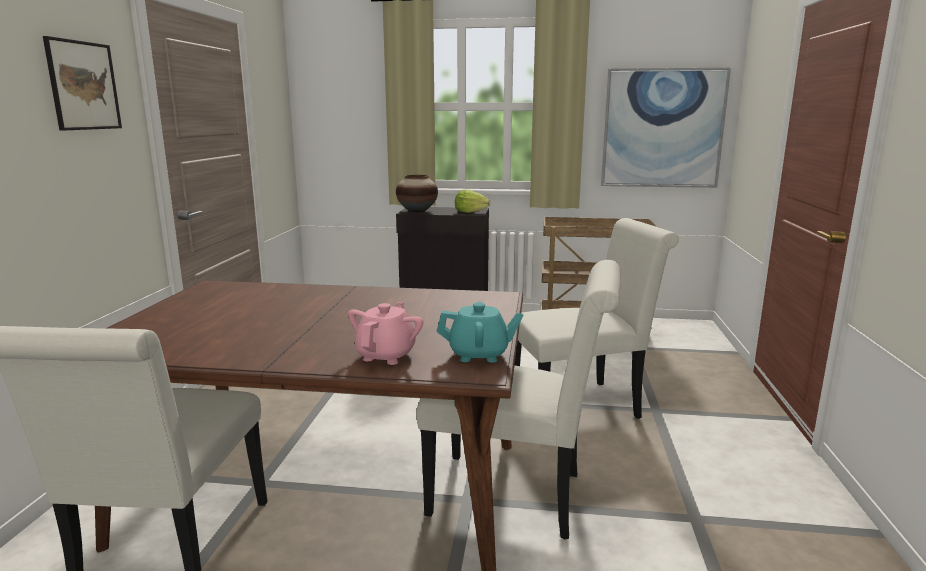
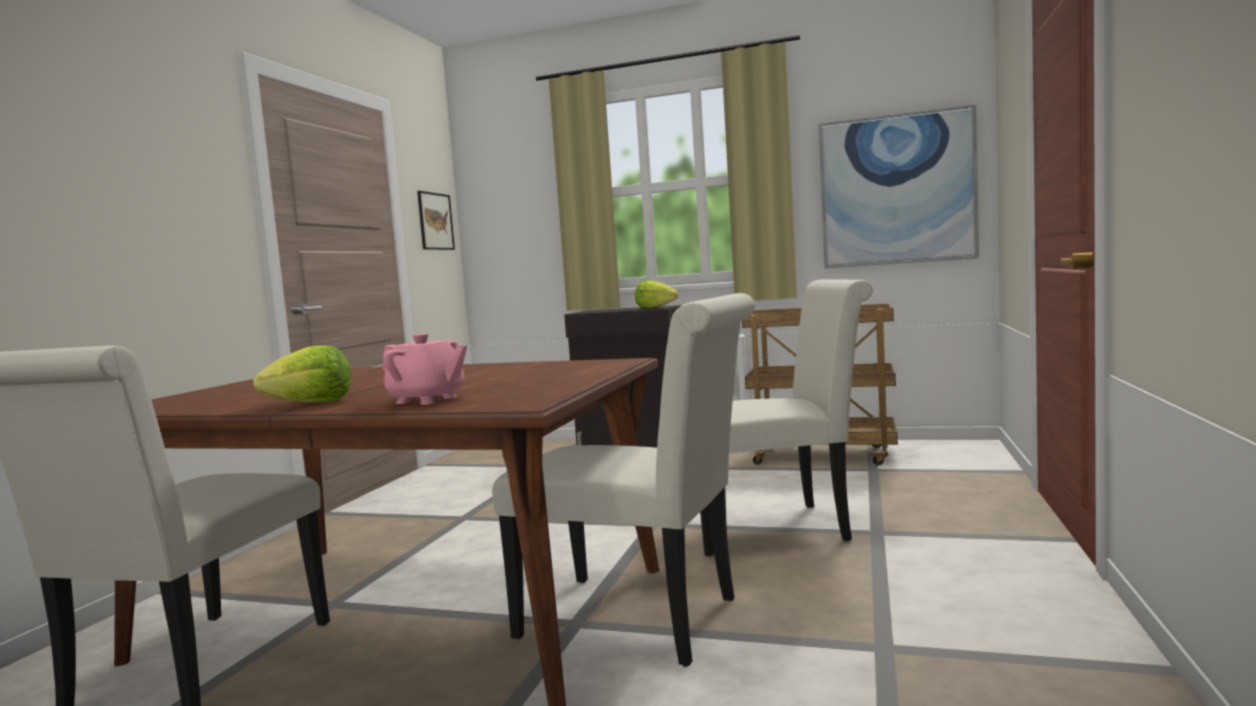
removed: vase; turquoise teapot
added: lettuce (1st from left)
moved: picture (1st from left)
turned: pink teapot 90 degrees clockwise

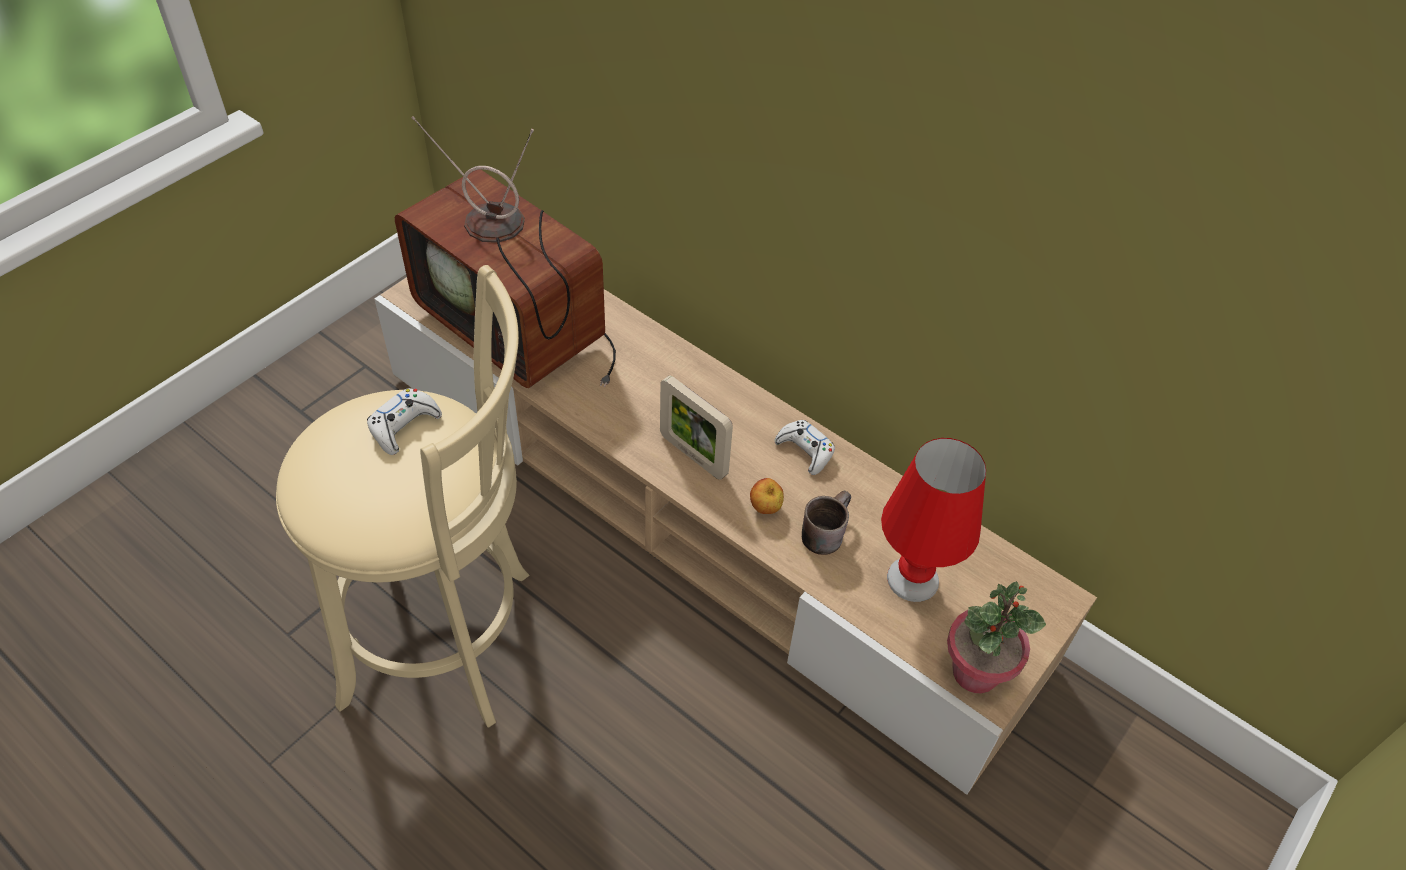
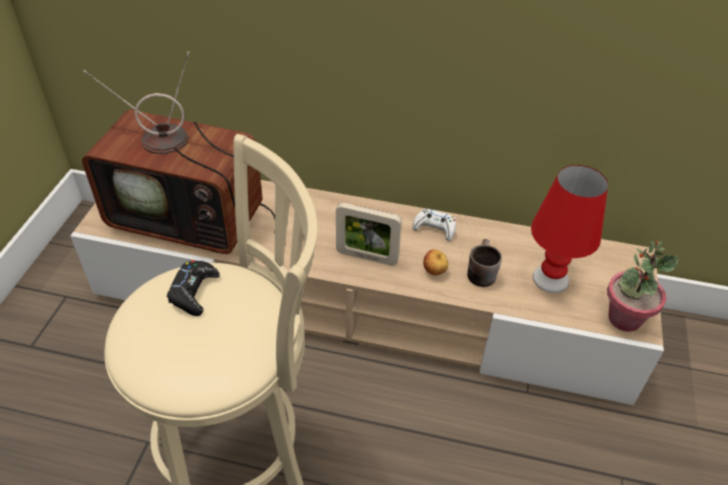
recoloured: white game controller (1st from left) to black game controller

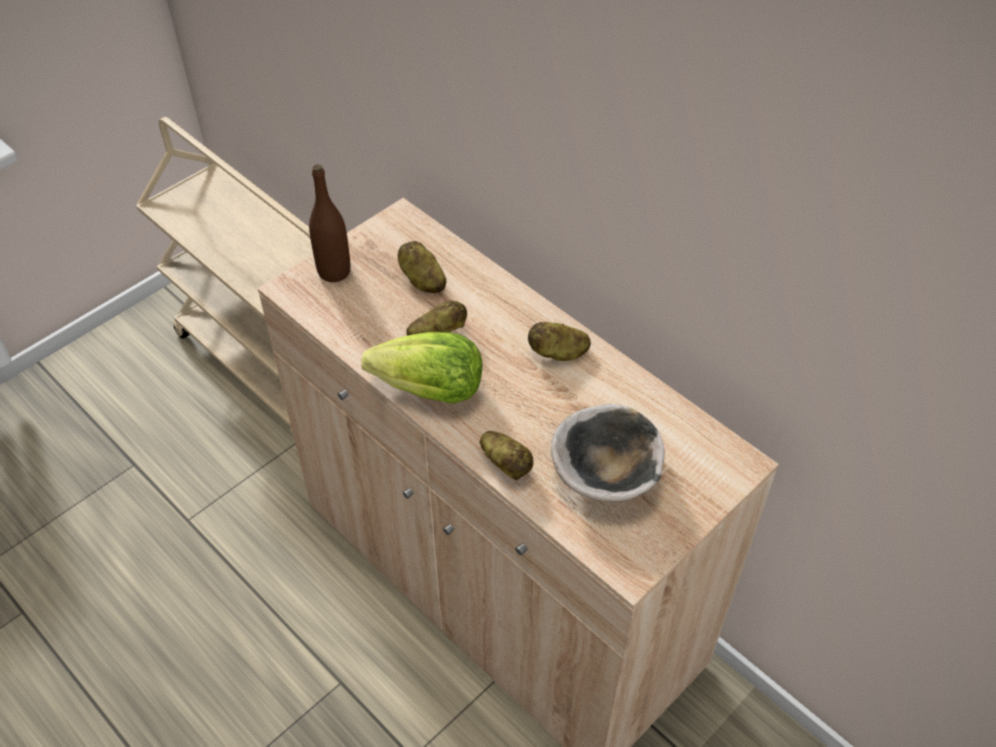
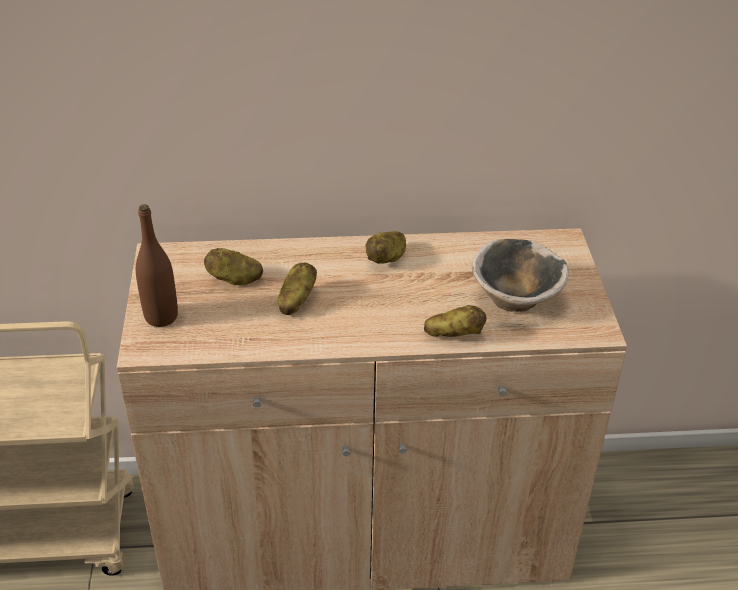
removed: lettuce

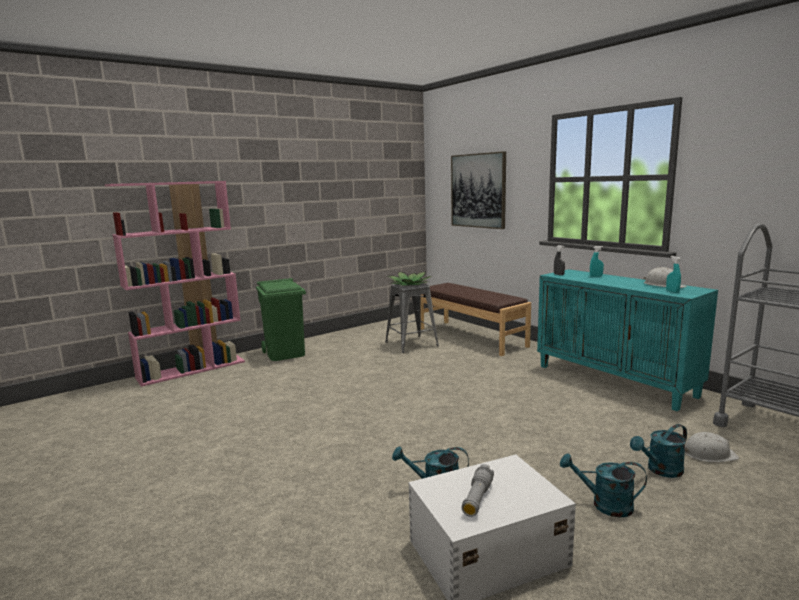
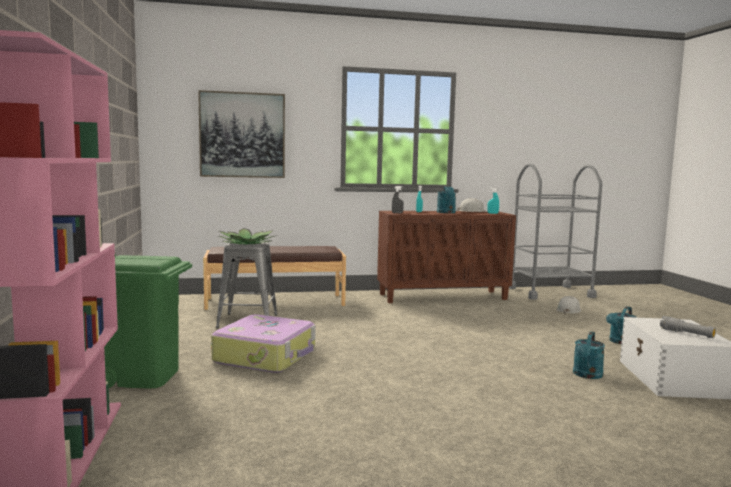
added: suitcase
moved: turquoise watering can (3rd from left in the first image) to turquoise watering can (1st from left)
recoloured: turquoise cabinet to brown cabinet

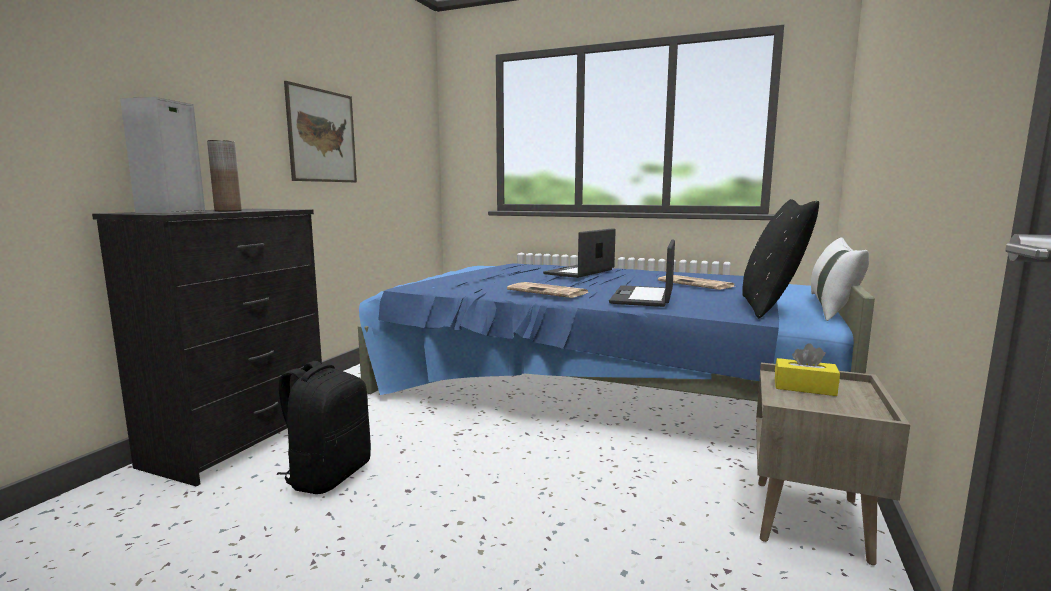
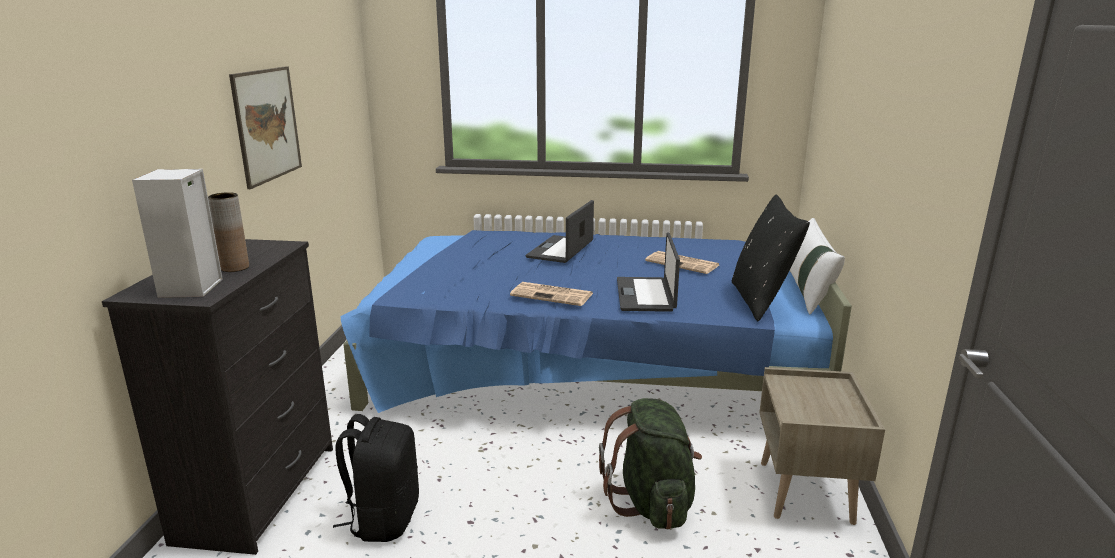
removed: yellow tissue box
added: green backpack

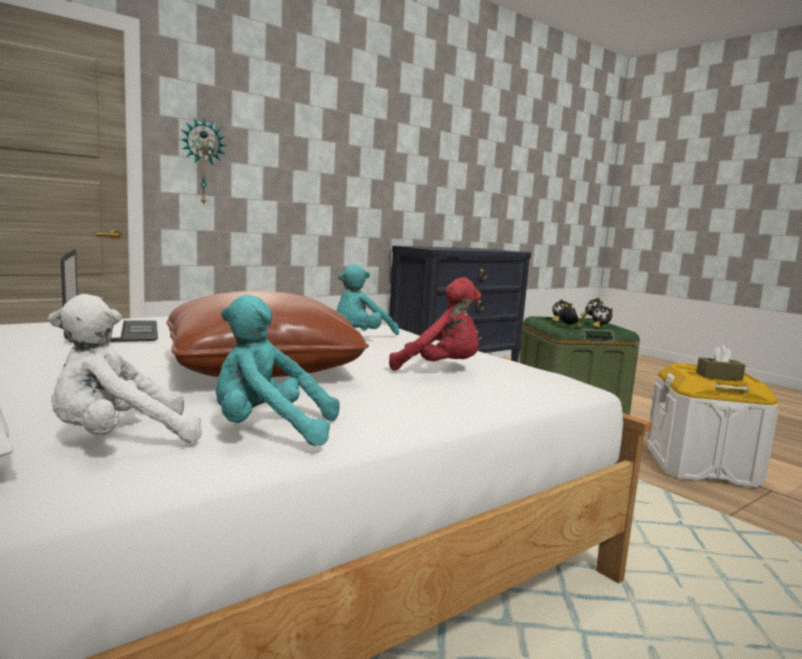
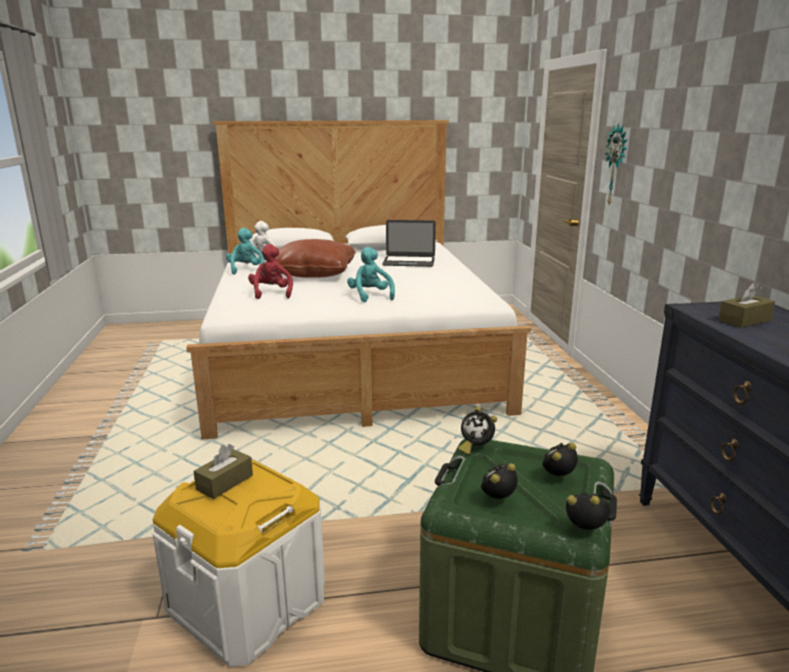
added: brown tissue box (2nd from left)
turned: turquoise plush toy (1st from left) 45 degrees counterclockwise; red plush toy 120 degrees clockwise

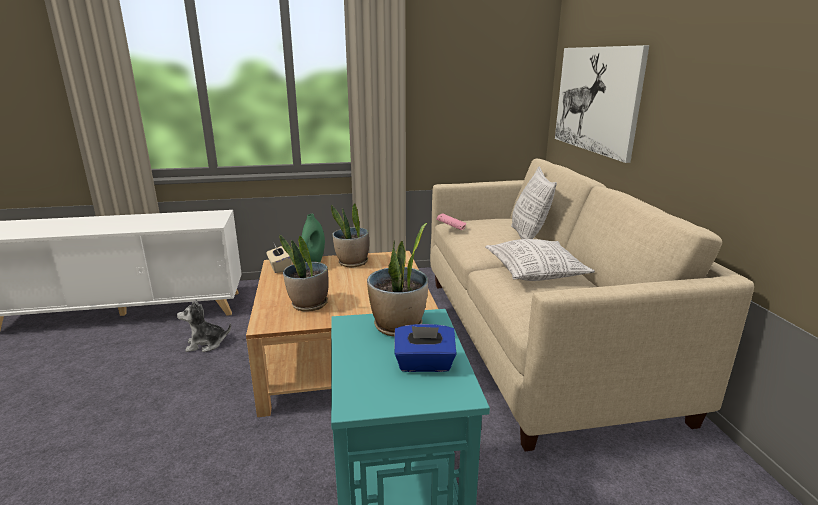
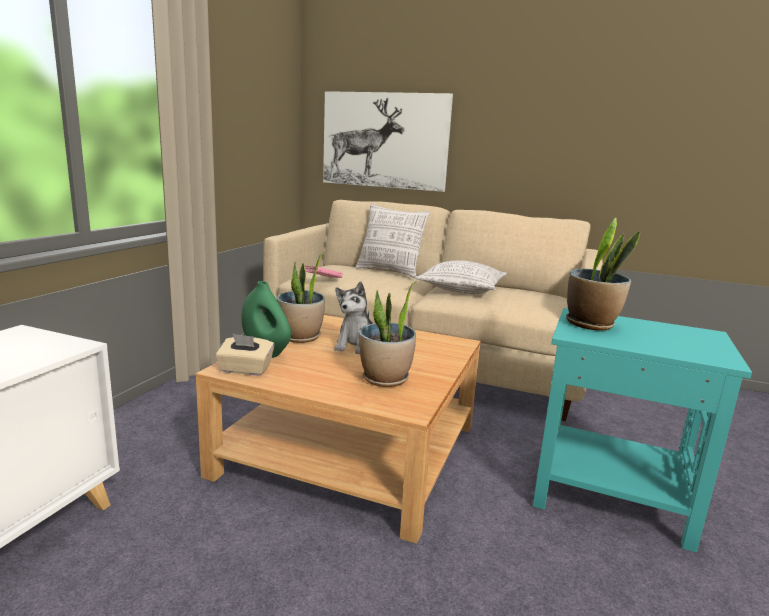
removed: blue tissue box
moved: plush toy

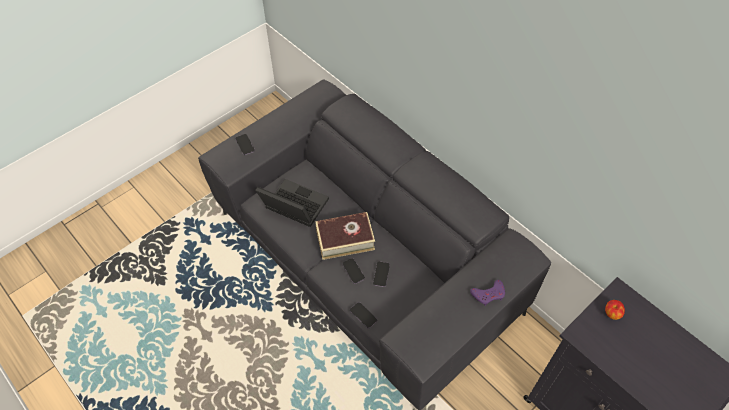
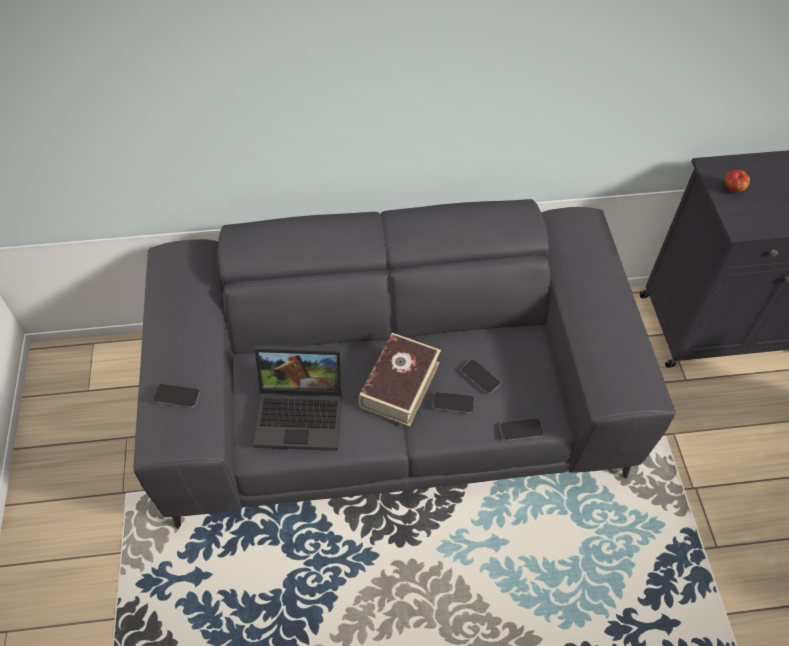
removed: purple game controller
turned: laptop 150 degrees counterclockwise

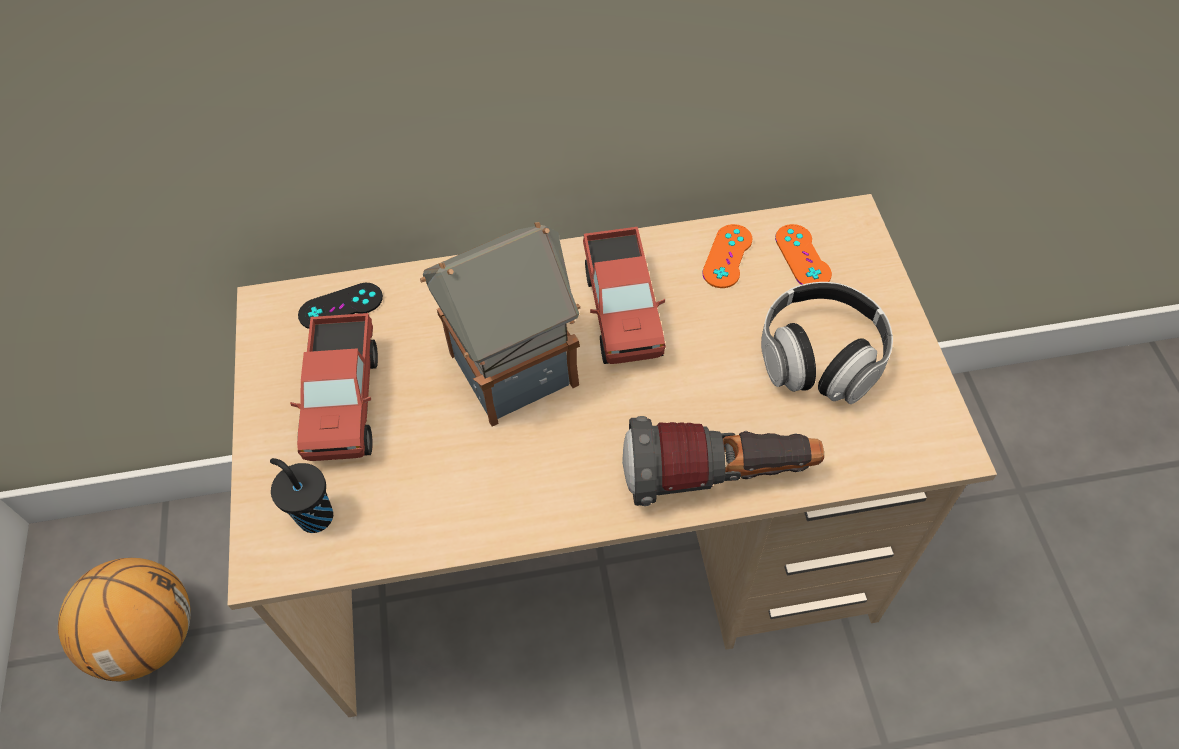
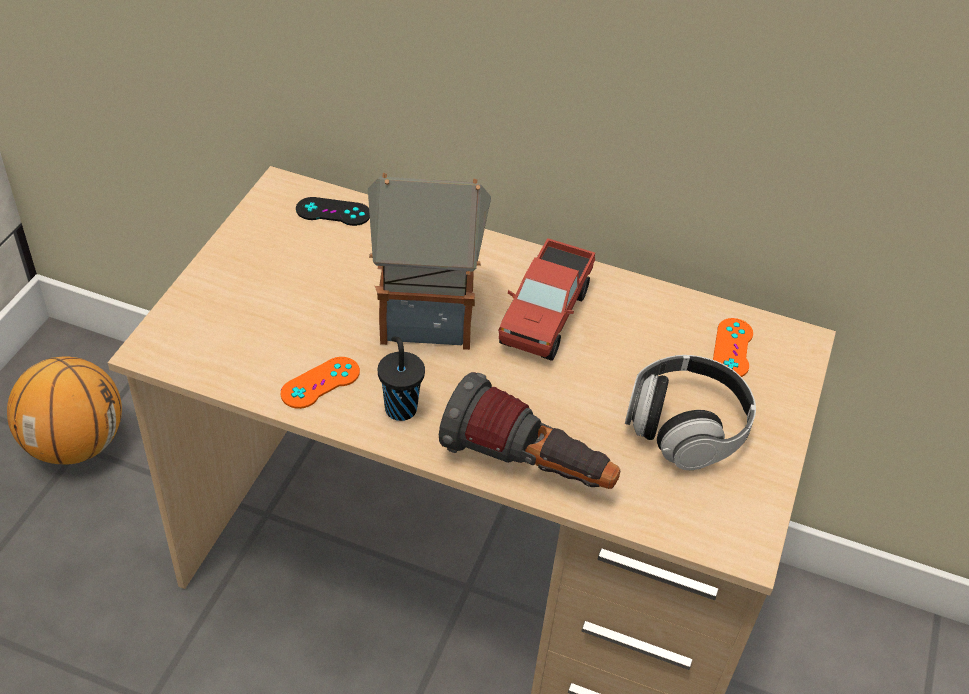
removed: toy truck (1st from left)
moved: black cup; orange game controller (1st from left)

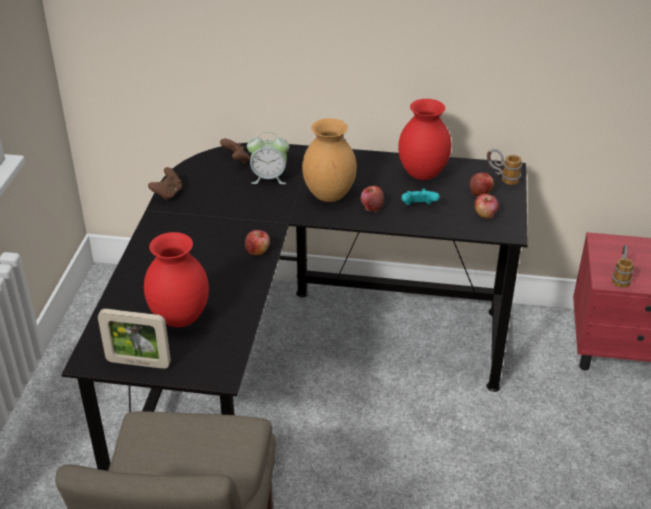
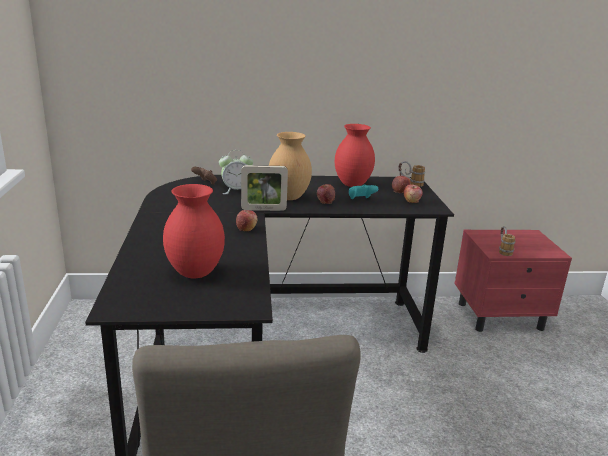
removed: brown game controller (1st from left)
moved: picture frame

